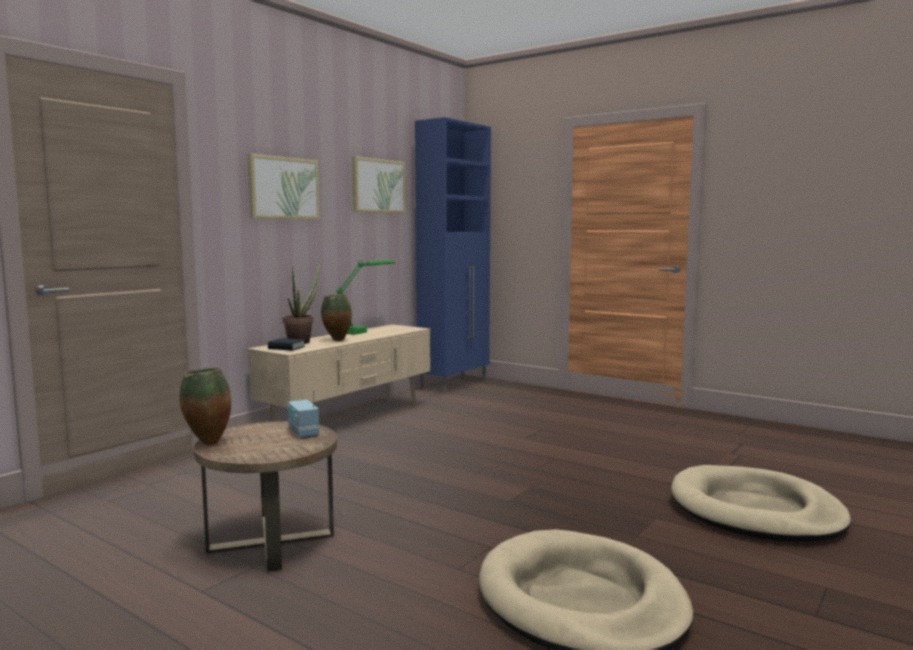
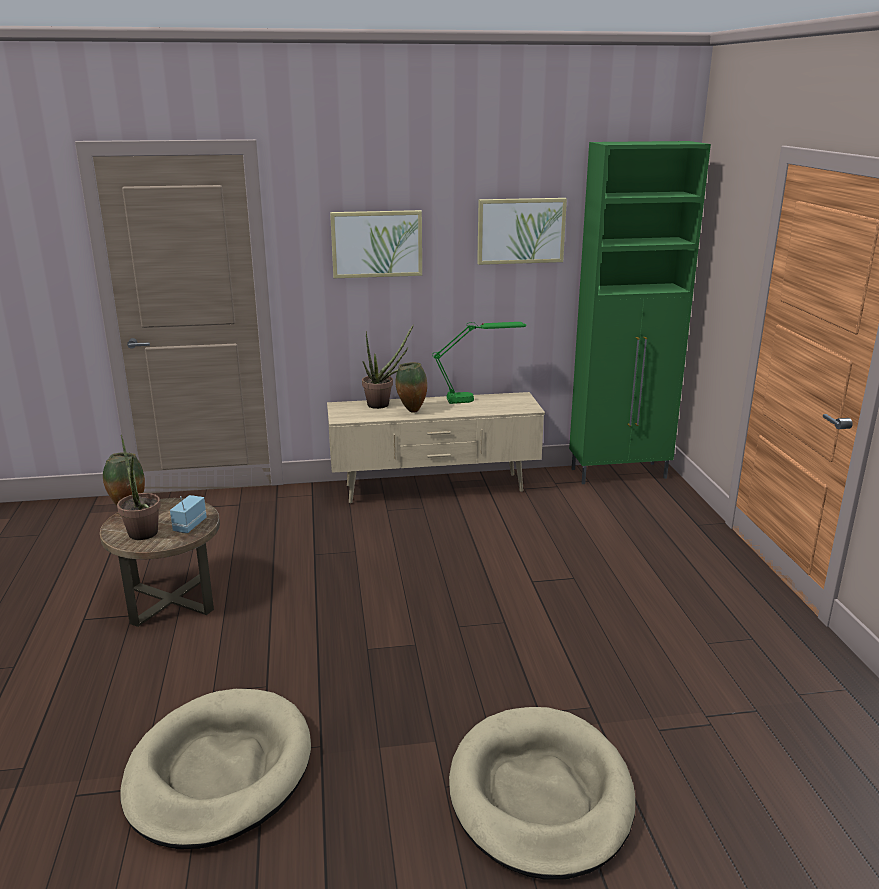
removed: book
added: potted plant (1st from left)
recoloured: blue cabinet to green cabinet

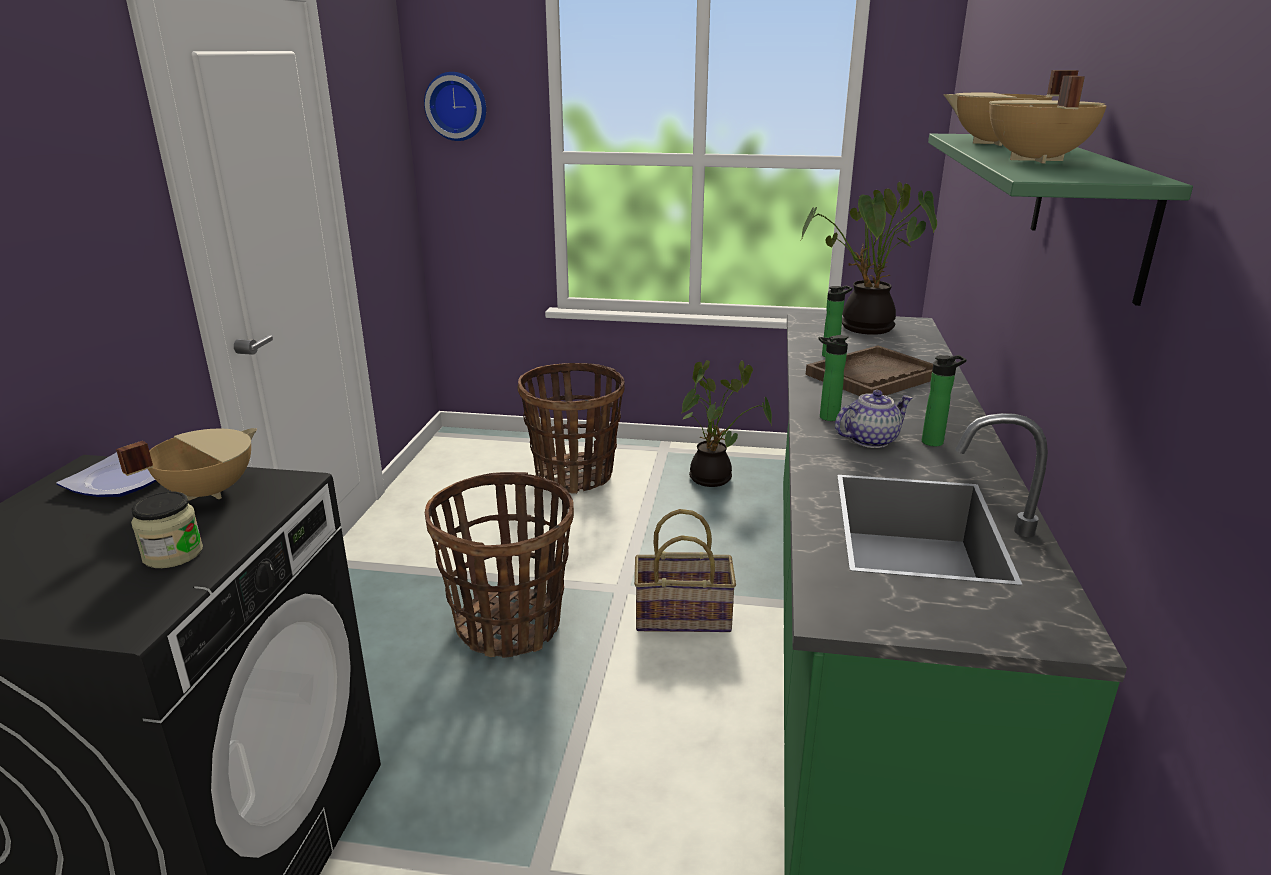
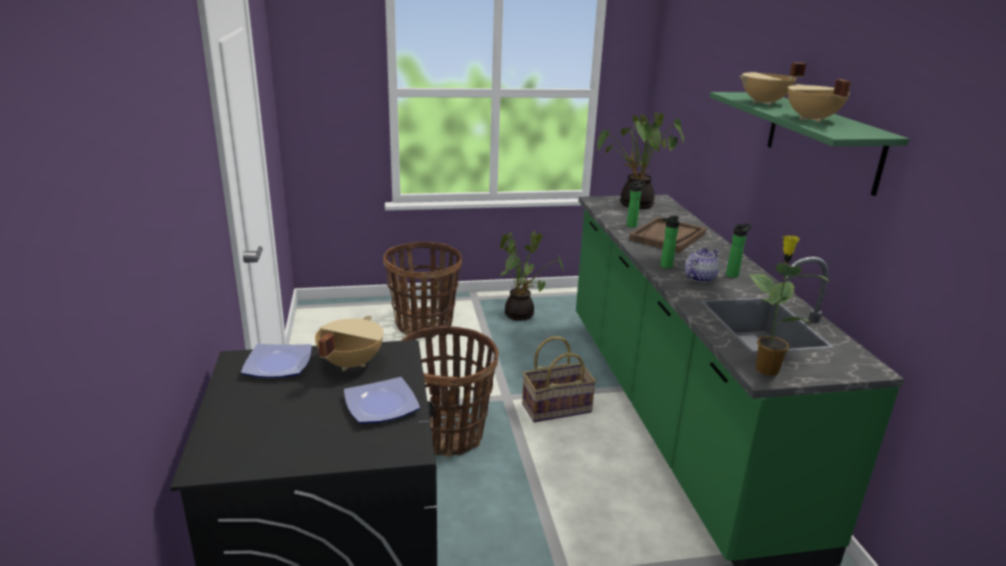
removed: wall clock
added: potted plant (3rd from left)
replaced: jar to plate (2nd from left)

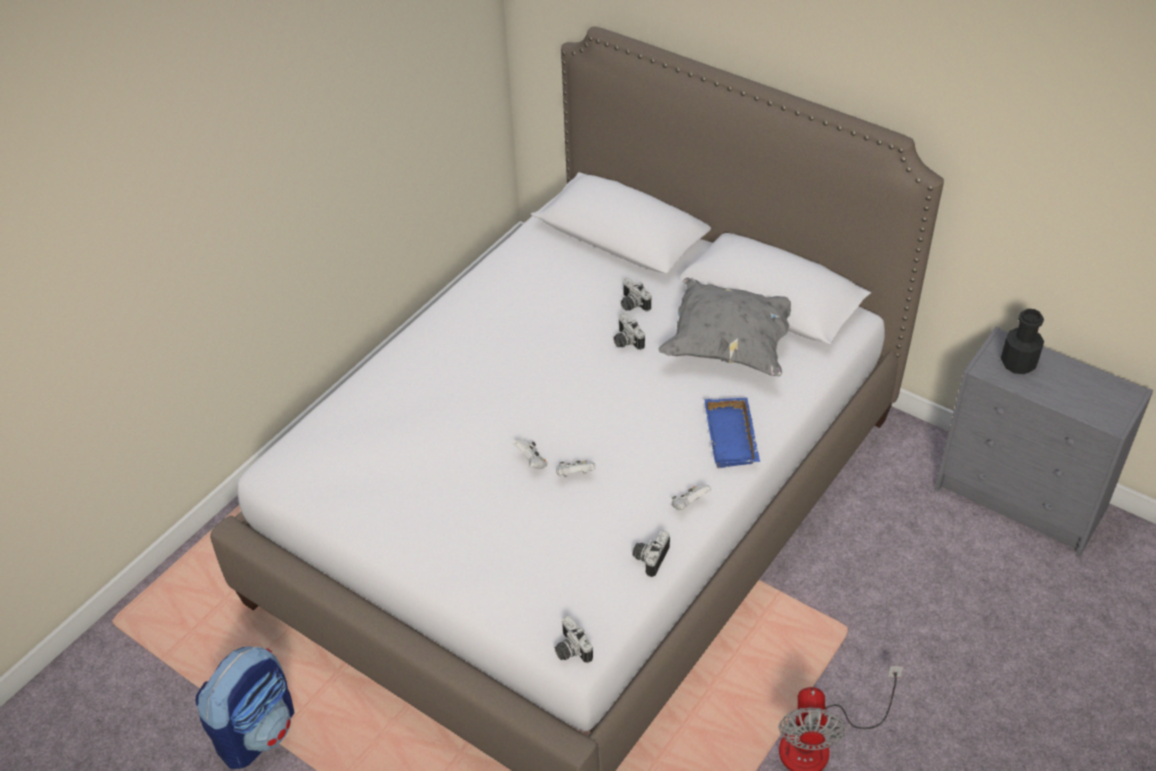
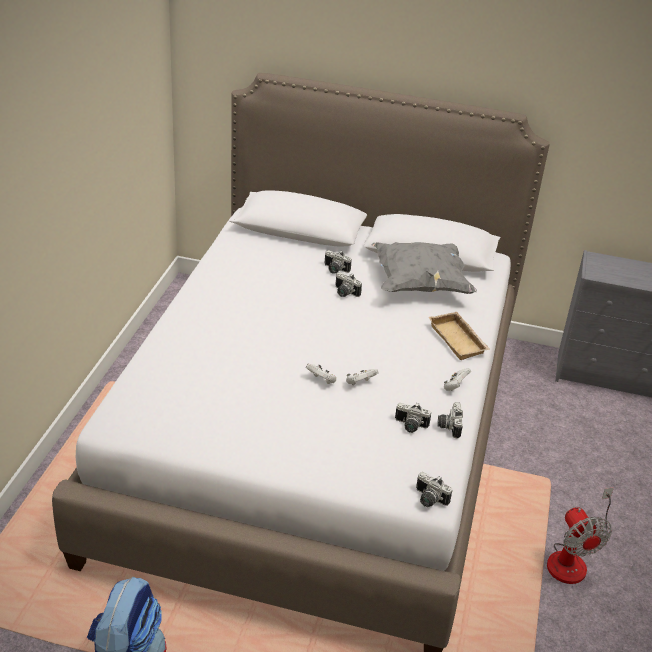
removed: black bottle
added: photo camera (3rd from left)
recoloured: blue tray to beige tray

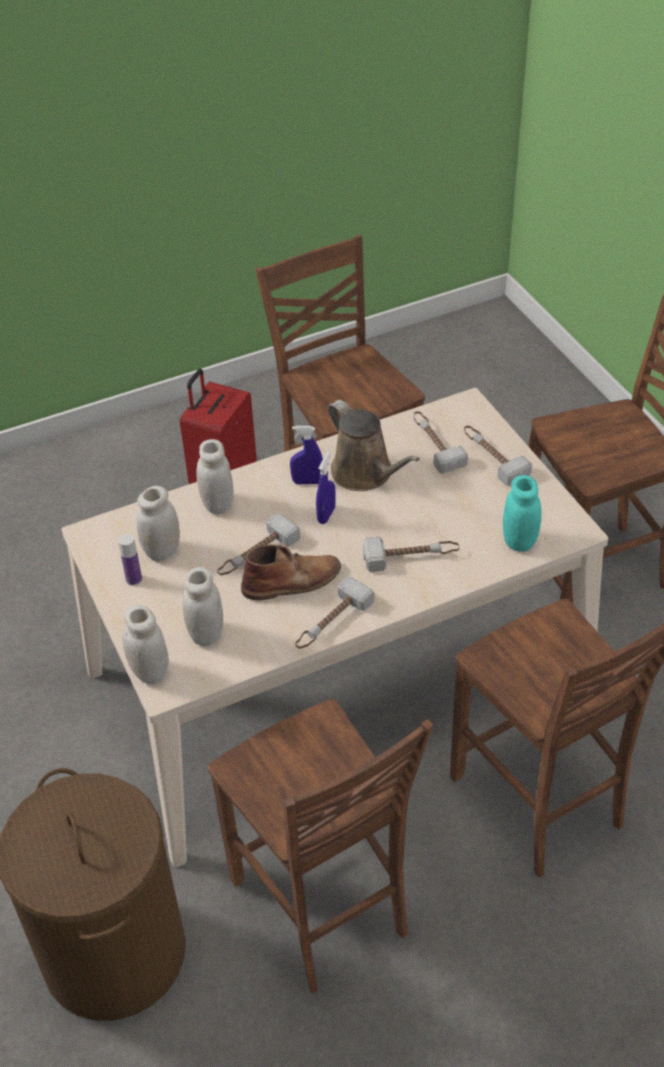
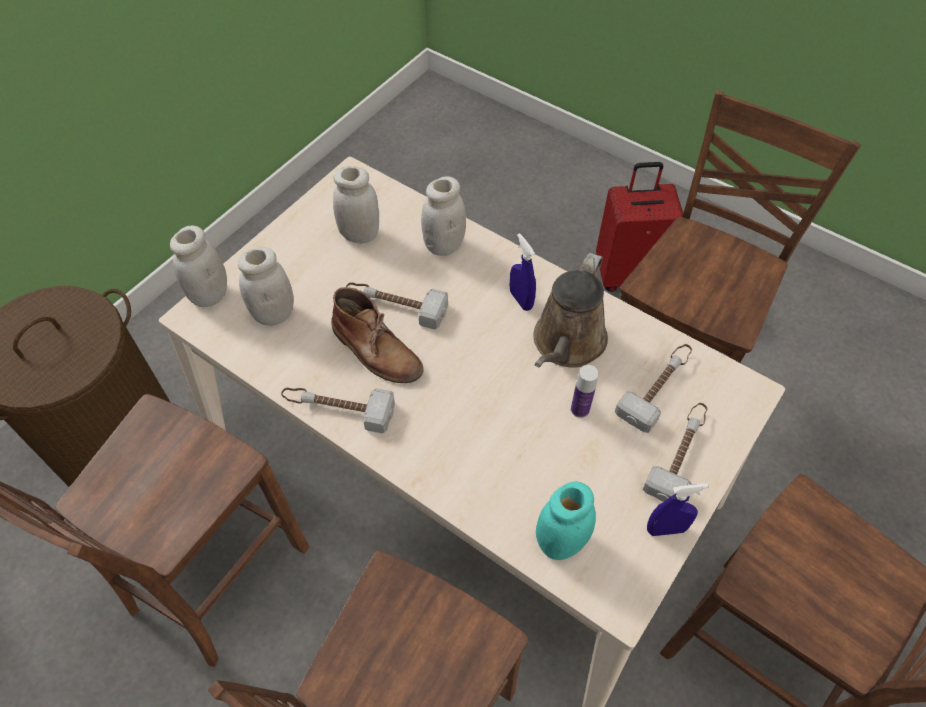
removed: hammer (3rd from left)
moved: bottle; blue spray bottle (2nd from left)

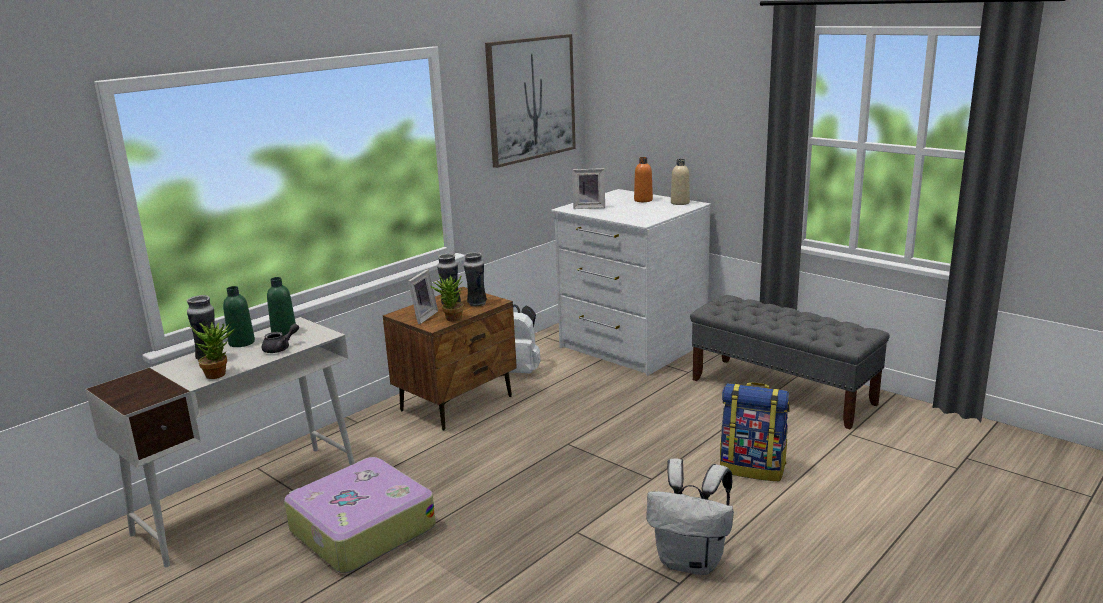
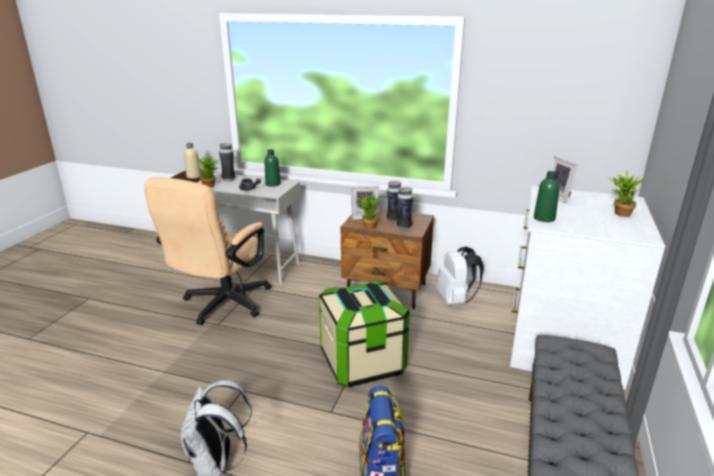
removed: picture
added: storage box
moved: green bottle (1st from left in the first image) to green bottle (2nd from left); beige bottle
replaced: suitcase to beige office chair; orange bottle to potted plant (3rd from left)

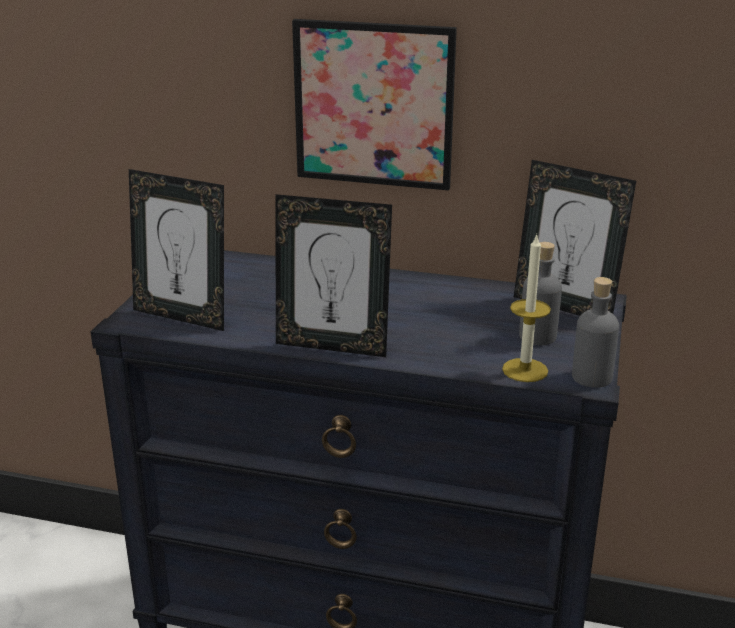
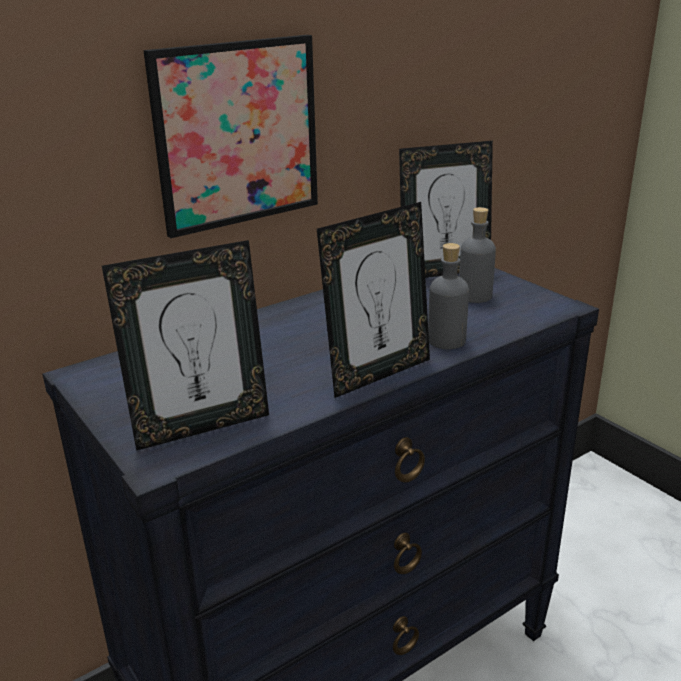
removed: candle
moved: grey bottle (2nd from left in the first image) to grey bottle (1st from left)

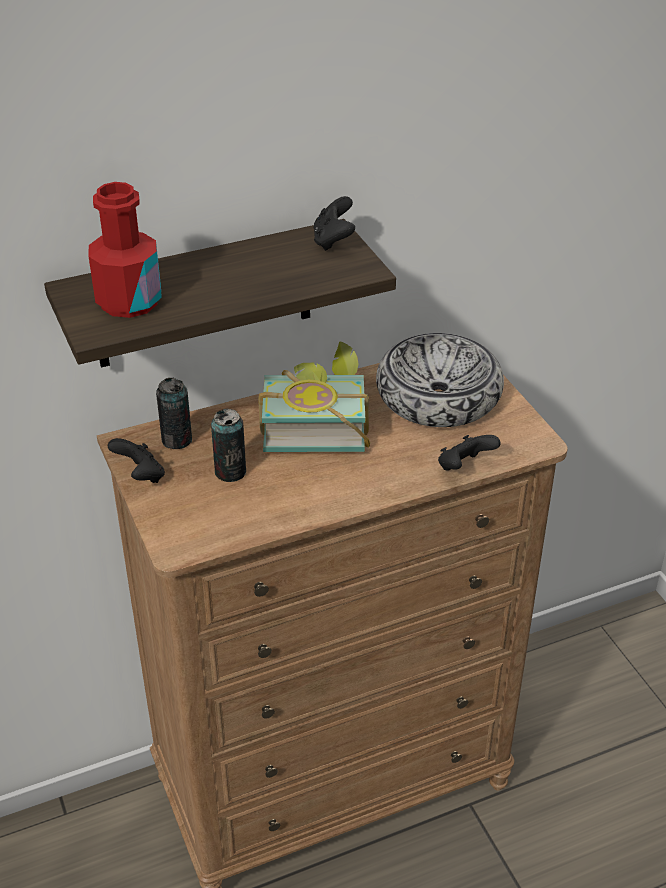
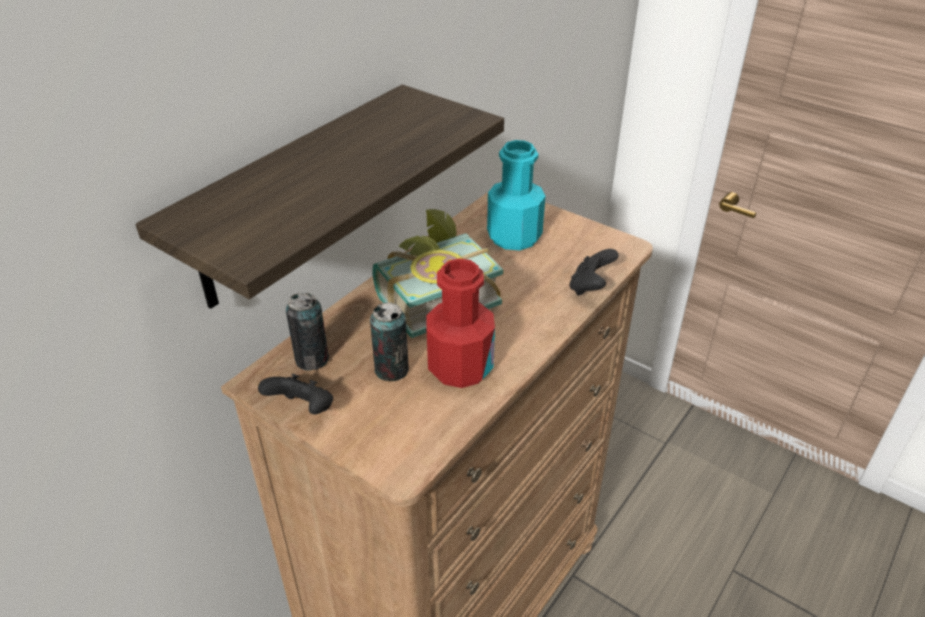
removed: black game controller (2nd from left)
moved: red bottle
replaced: bowl to turquoise bottle

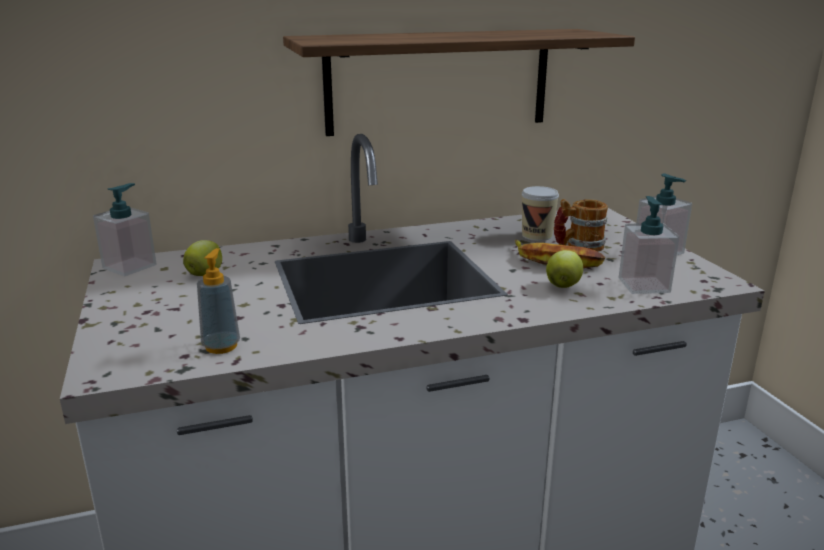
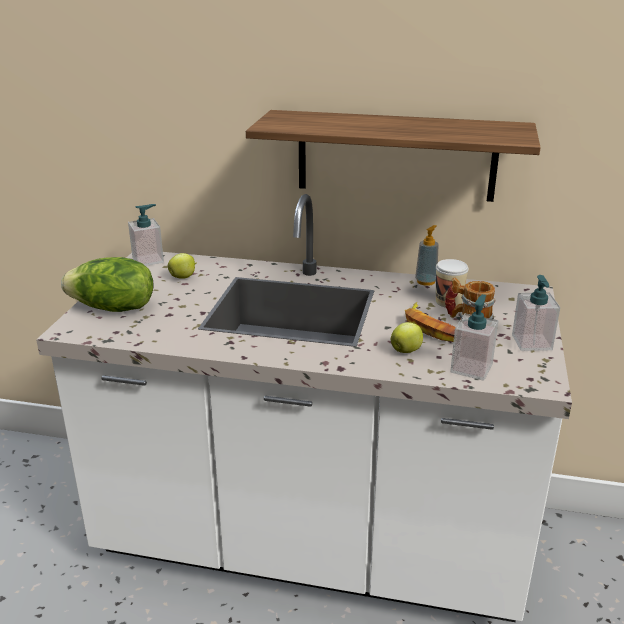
added: lettuce
moved: soap dispenser (2nd from left)

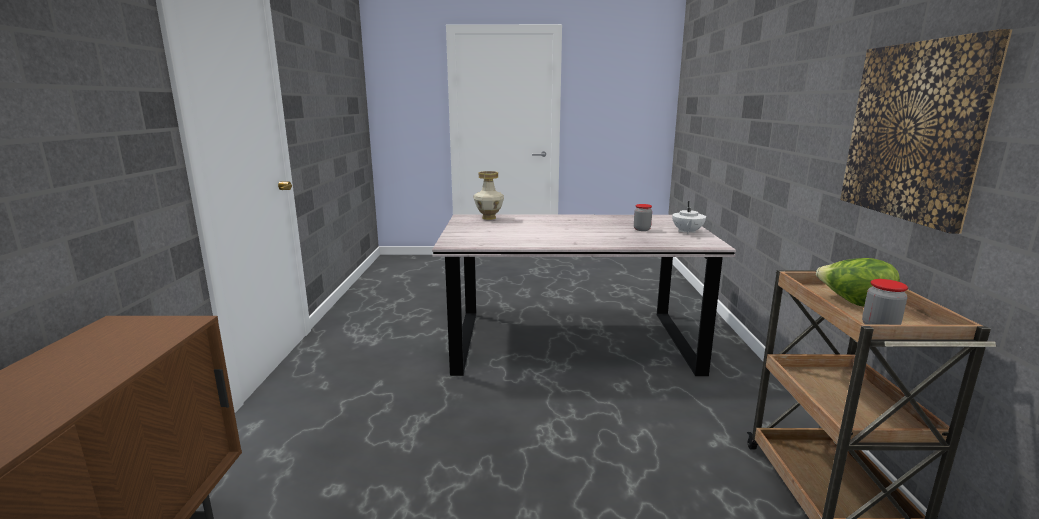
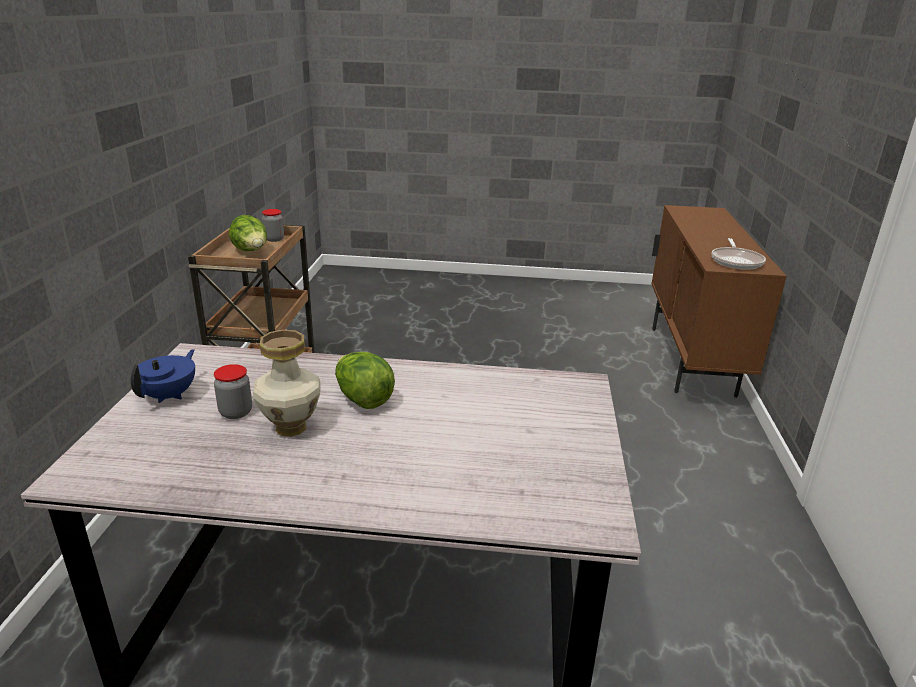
removed: picture
added: lettuce (2nd from left); frying pan
moved: vase
recoloured: white teapot to blue teapot

